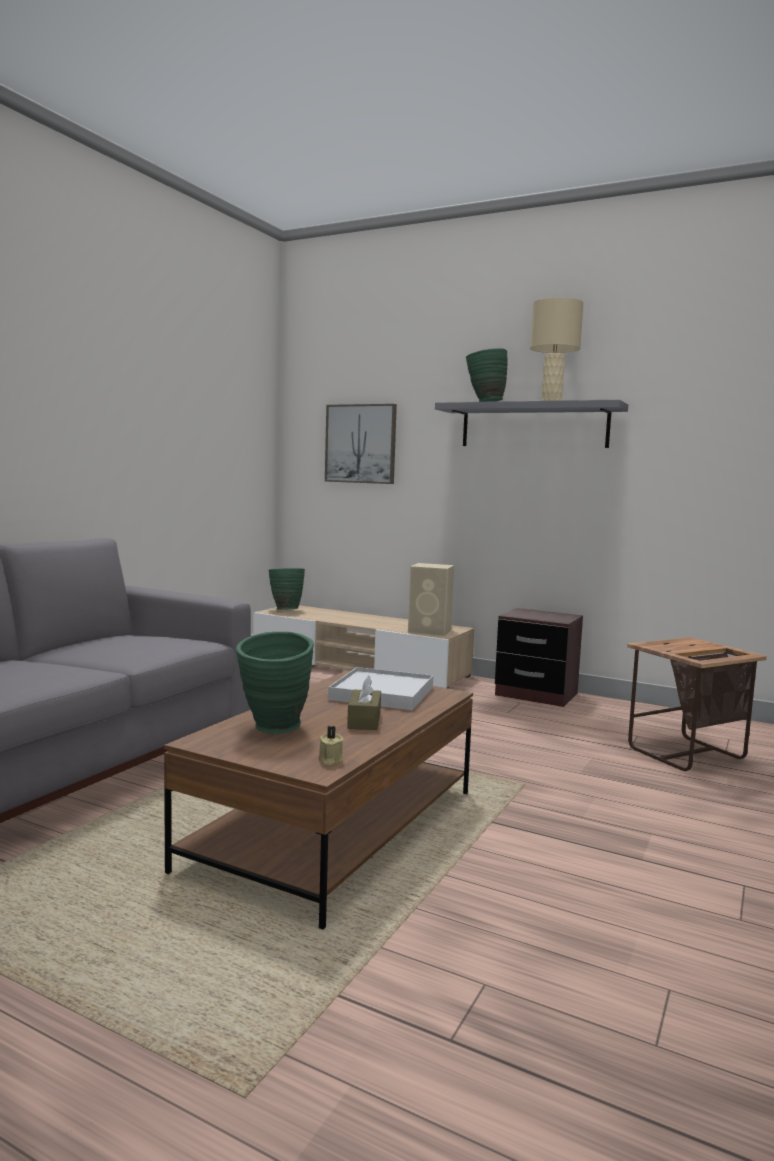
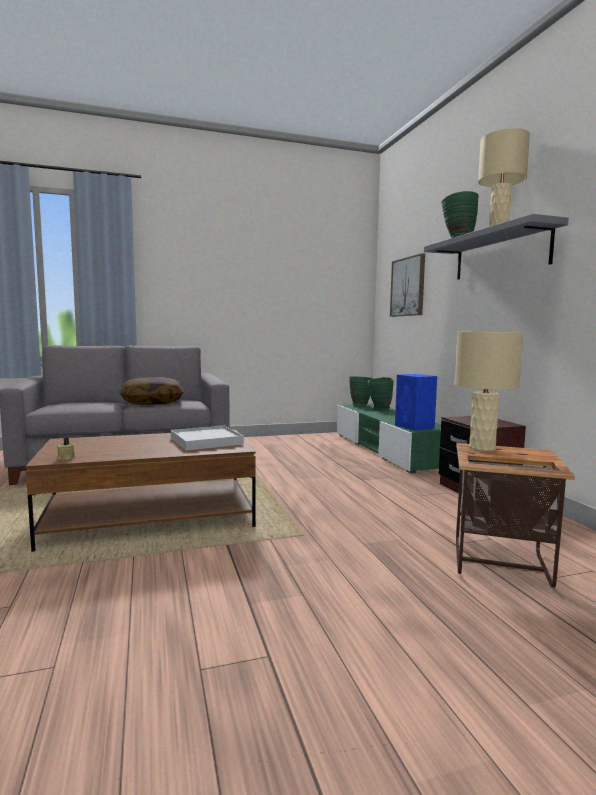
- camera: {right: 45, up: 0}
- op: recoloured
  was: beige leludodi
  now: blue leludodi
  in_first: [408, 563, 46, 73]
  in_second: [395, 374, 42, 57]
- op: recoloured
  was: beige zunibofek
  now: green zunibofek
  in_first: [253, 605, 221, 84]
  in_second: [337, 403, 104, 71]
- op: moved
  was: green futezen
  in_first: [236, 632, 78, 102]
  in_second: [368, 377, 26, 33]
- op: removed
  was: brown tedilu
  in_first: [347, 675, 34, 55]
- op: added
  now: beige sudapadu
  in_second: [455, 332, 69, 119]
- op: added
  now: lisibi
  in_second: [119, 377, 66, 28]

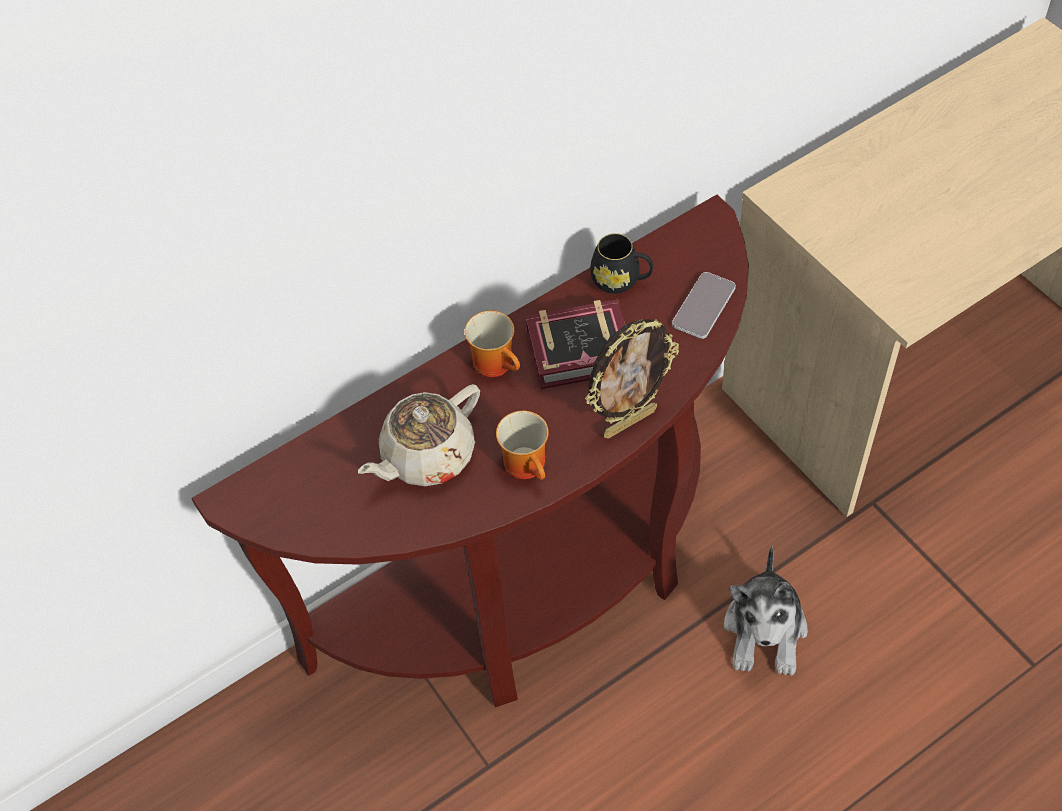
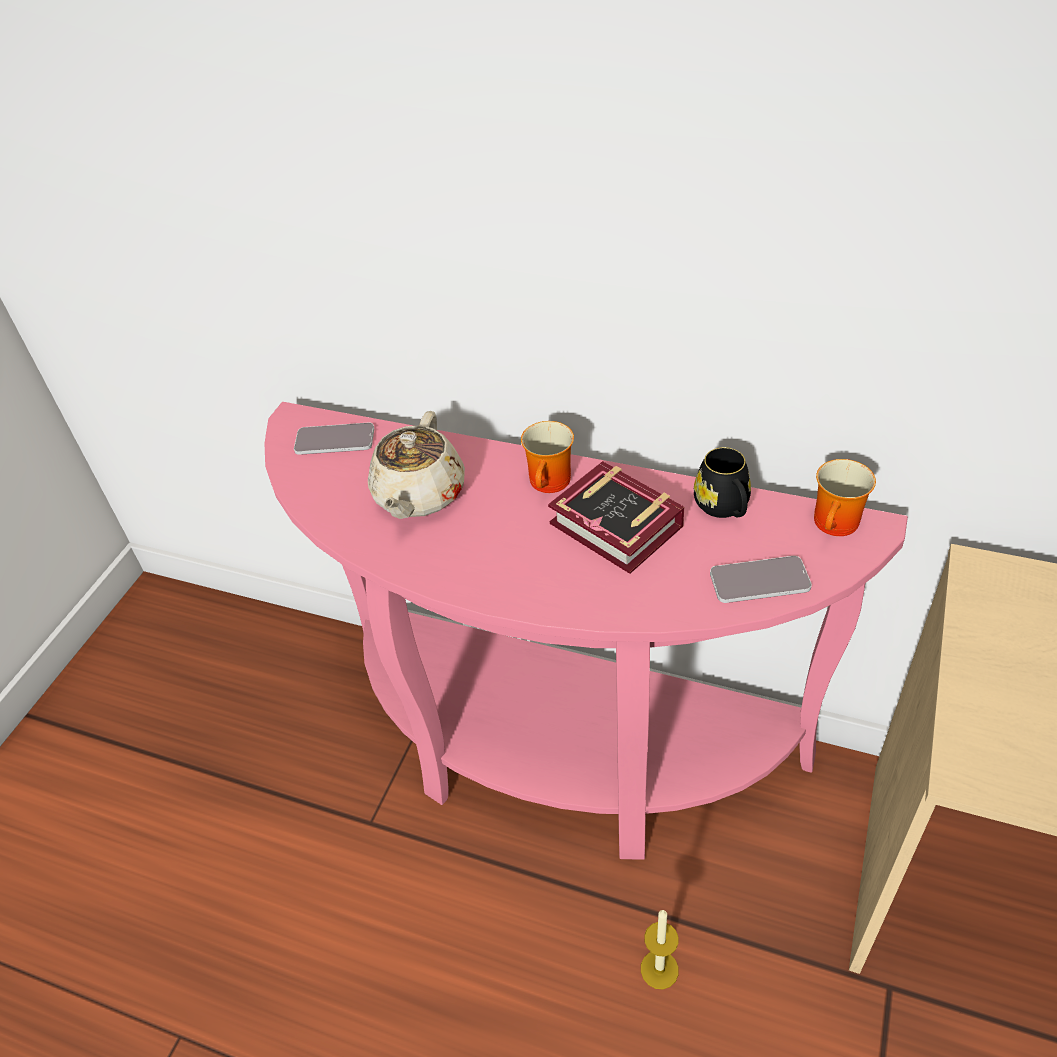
- camera: {right: 55, up: -10}
- op: recoloured
  was: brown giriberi
  now: pink giriberi
  in_first: [192, 195, 557, 512]
  in_second: [265, 402, 643, 458]
- op: removed
  was: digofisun
  in_first: [585, 319, 94, 120]
- op: turned
  was: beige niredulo
  in_first: [358, 384, 122, 102]
  in_second: [368, 411, 97, 108]
  clockwise: -90
- op: moved
  was: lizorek
  in_first: [496, 411, 53, 69]
  in_second: [814, 459, 62, 77]
- op: replaced
  was: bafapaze
  now: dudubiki
  in_first: [724, 546, 84, 130]
  in_second: [641, 910, 38, 79]
- op: added
  now: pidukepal
  in_second: [294, 423, 80, 32]

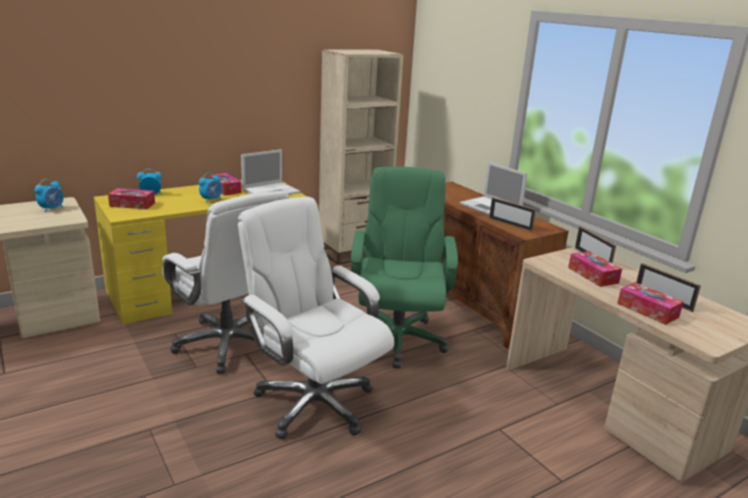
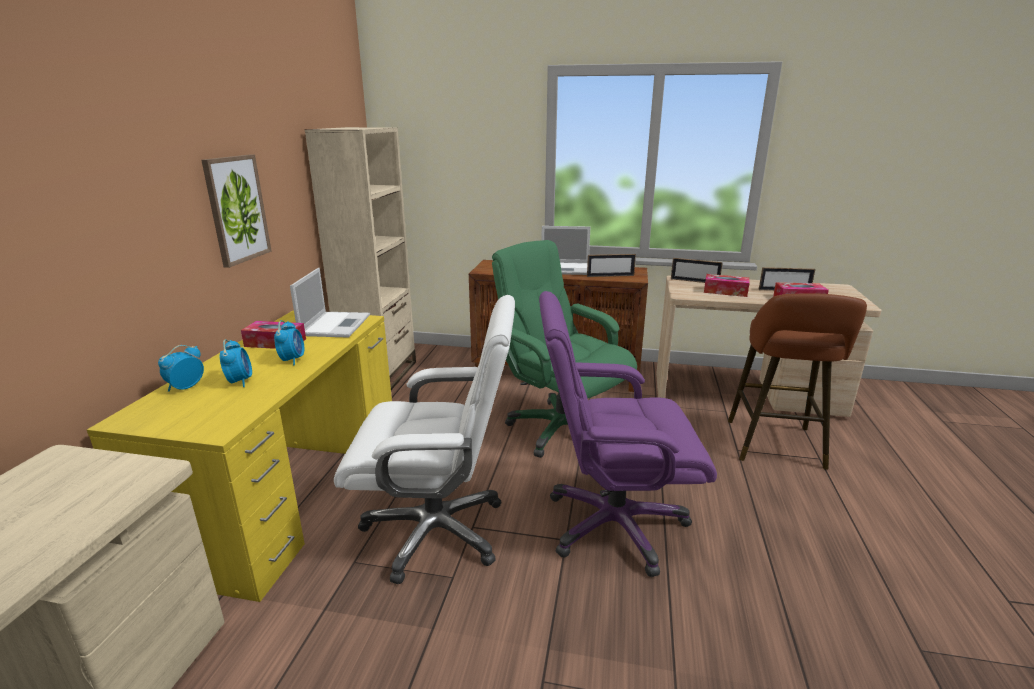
- camera: {right: -45, up: 0}
- op: moved
  was: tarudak
  in_first: [35, 179, 29, 34]
  in_second: [220, 339, 32, 48]
- op: removed
  was: tedilu
  in_first: [108, 188, 47, 21]
- op: recoloured
  was: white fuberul
  now: purple fuberul
  in_first: [238, 196, 156, 243]
  in_second: [539, 291, 178, 286]
- op: added
  now: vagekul
  in_second: [201, 154, 70, 114]
- op: added
  now: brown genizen
  in_second: [728, 293, 139, 177]

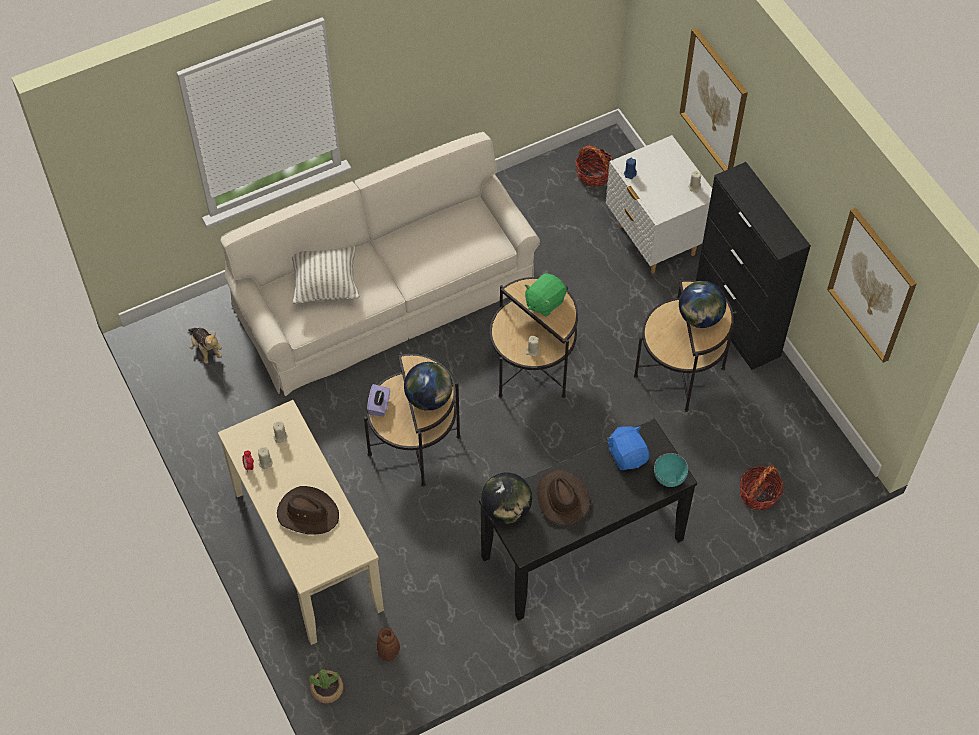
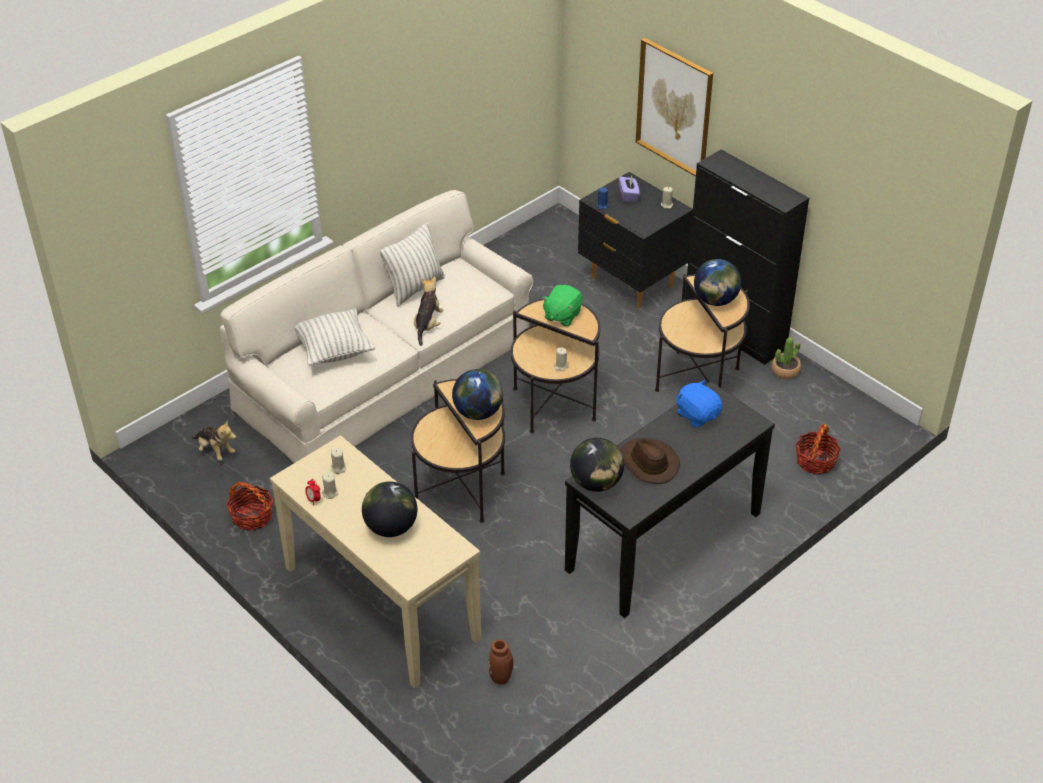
- camera: {right: -15, up: -15}
- op: recoloured
  was: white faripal
  now: black faripal
  in_first: [606, 135, 106, 139]
  in_second: [578, 172, 115, 136]
- op: moved
  was: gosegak
  in_first: [575, 145, 38, 42]
  in_second: [226, 481, 47, 50]
- op: removed
  was: vagekul
  in_first: [827, 208, 90, 155]
- op: moved
  was: purple tedilu
  in_first: [367, 384, 23, 32]
  in_second: [619, 176, 21, 26]
- op: removed
  was: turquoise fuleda
  in_first: [654, 453, 35, 34]
- op: replaced
  was: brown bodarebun
  now: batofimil
  in_first: [277, 486, 62, 48]
  in_second: [362, 481, 55, 56]
- op: moved
  was: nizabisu
  in_first: [309, 669, 34, 34]
  in_second: [771, 338, 30, 41]
- op: added
  now: lisibi
  in_second: [380, 223, 65, 84]
- op: added
  now: bafapaze
  in_second: [414, 276, 29, 70]

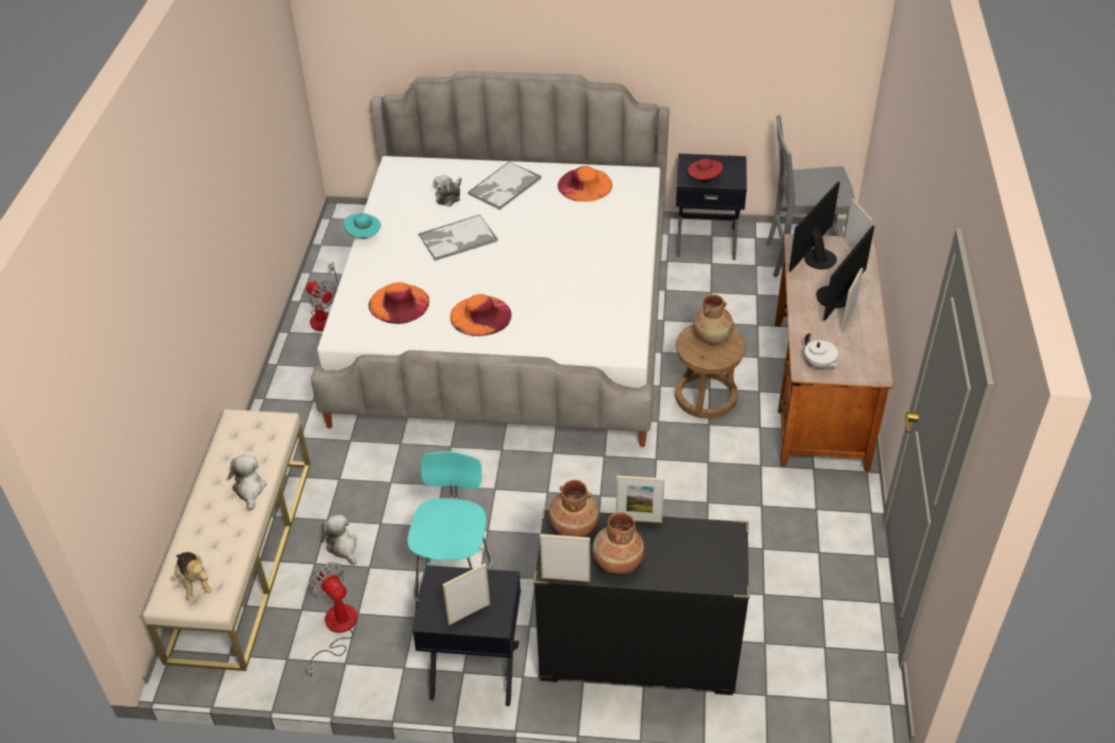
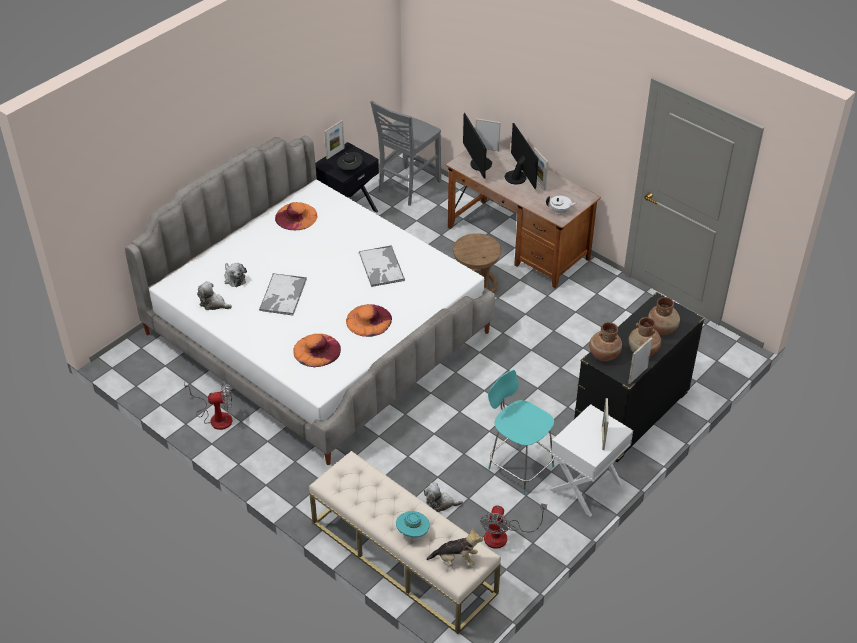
- camera: {right: -55, up: 0}
- op: recoloured
  was: red bodarebun
  now: black bodarebun
  in_first: [688, 155, 35, 28]
  in_second: [337, 152, 26, 19]
- op: moved
  was: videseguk
  in_first: [468, 162, 73, 48]
  in_second: [359, 245, 46, 42]
- op: moved
  was: turquoise bodarebun
  in_first: [344, 213, 37, 25]
  in_second: [396, 511, 34, 26]
- op: moved
  was: brown futezen
  in_first: [693, 294, 41, 50]
  in_second: [648, 297, 32, 38]
- op: moved
  was: bafapaze
  in_first: [227, 455, 40, 55]
  in_second: [197, 281, 35, 29]
- op: moved
  was: digofisun
  in_first: [616, 476, 49, 47]
  in_second: [324, 120, 21, 39]
- op: turned
  was: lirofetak
  in_first: [307, 562, 51, 114]
  in_second: [480, 503, 67, 46]
  clockwise: -75
- op: recoloured
  was: black faripal
  now: white faripal
  in_first: [412, 565, 109, 141]
  in_second: [549, 404, 84, 113]

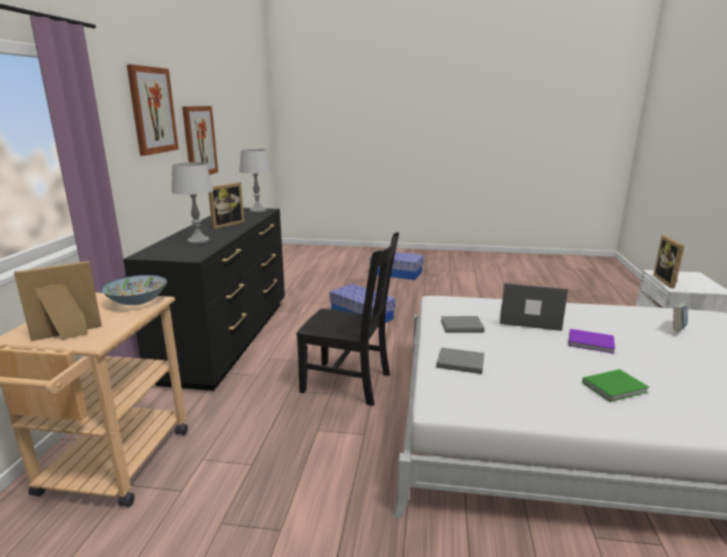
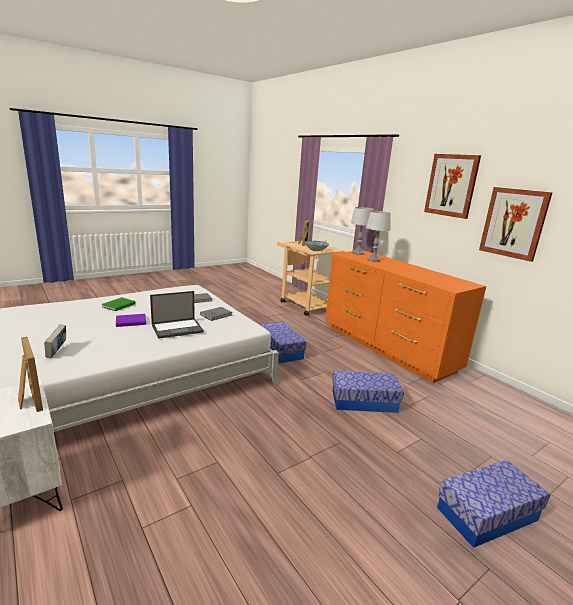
- camera: {right: 135, up: 0}
- op: moved
  was: grey sudapadu
  in_first: [239, 149, 32, 64]
  in_second: [351, 207, 23, 48]
- op: removed
  was: digofisun
  in_first: [209, 183, 35, 46]
- op: recoloured
  was: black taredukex
  now: orange taredukex
  in_first: [123, 208, 162, 183]
  in_second: [325, 250, 161, 133]
- op: replaced
  was: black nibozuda
  now: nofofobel
  in_first: [296, 232, 103, 174]
  in_second: [260, 321, 46, 42]

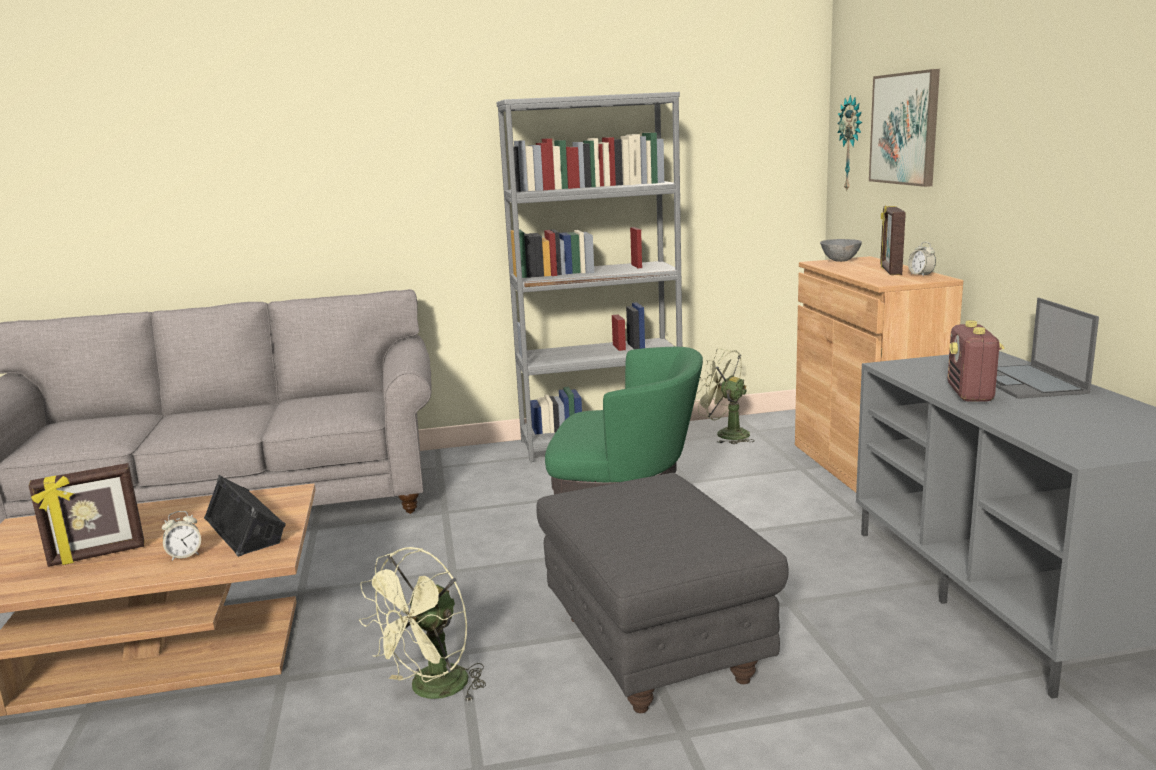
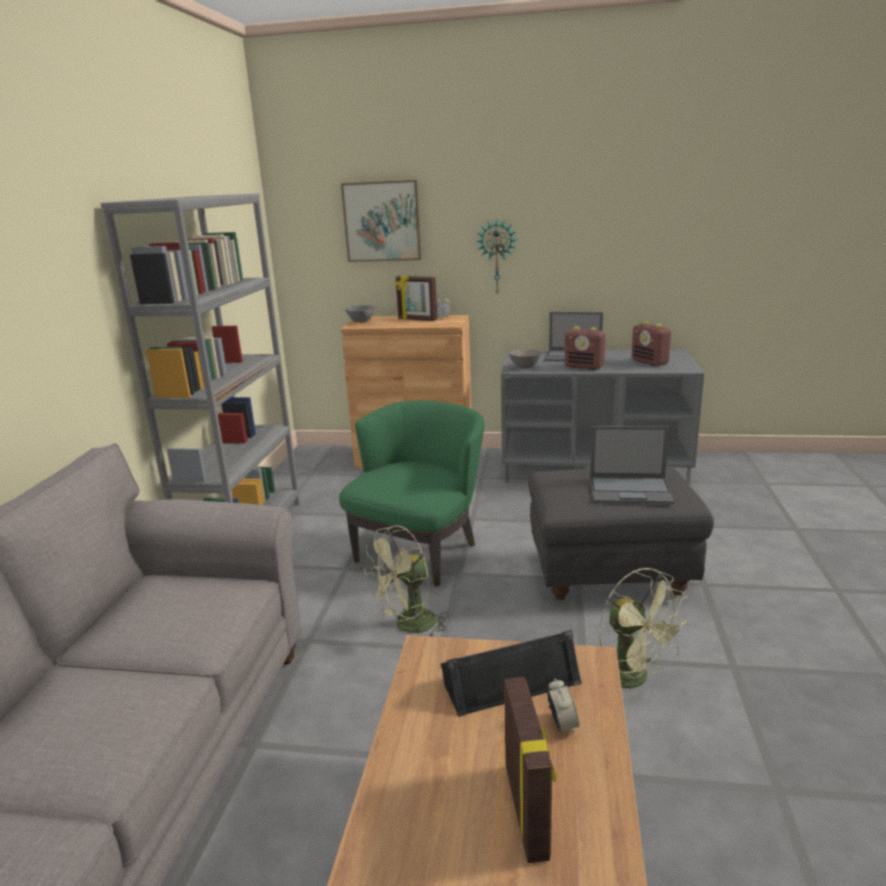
- camera: {right: -70, up: 5}
- op: moved
  was: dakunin
  in_first: [837, 95, 25, 97]
  in_second: [476, 218, 40, 78]
- op: moved
  was: green lirofetak
  in_first: [695, 348, 60, 96]
  in_second: [364, 525, 85, 112]
- op: added
  now: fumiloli
  in_second: [632, 321, 40, 45]
- op: added
  now: grey fuleda
  in_second: [509, 349, 33, 20]
- op: added
  now: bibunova
  in_second: [590, 426, 84, 78]

